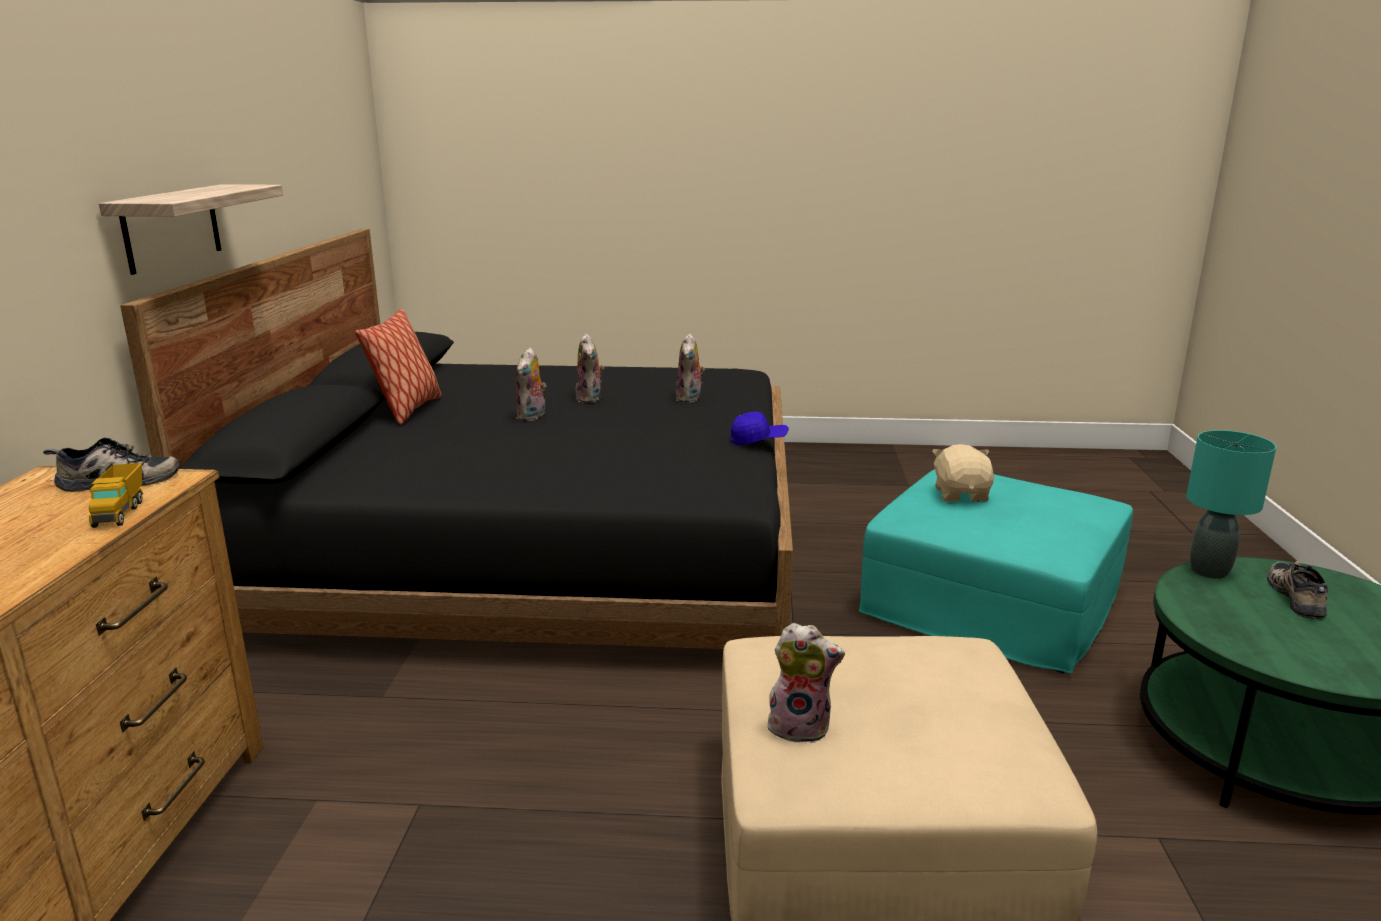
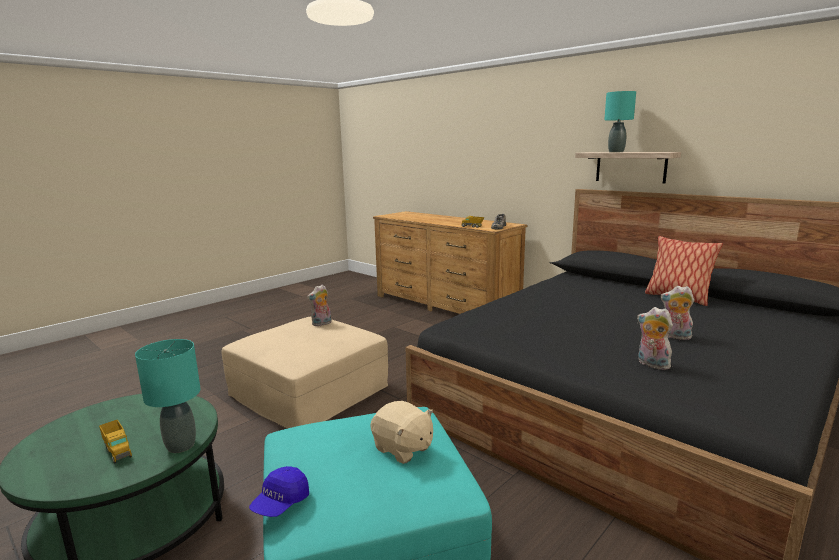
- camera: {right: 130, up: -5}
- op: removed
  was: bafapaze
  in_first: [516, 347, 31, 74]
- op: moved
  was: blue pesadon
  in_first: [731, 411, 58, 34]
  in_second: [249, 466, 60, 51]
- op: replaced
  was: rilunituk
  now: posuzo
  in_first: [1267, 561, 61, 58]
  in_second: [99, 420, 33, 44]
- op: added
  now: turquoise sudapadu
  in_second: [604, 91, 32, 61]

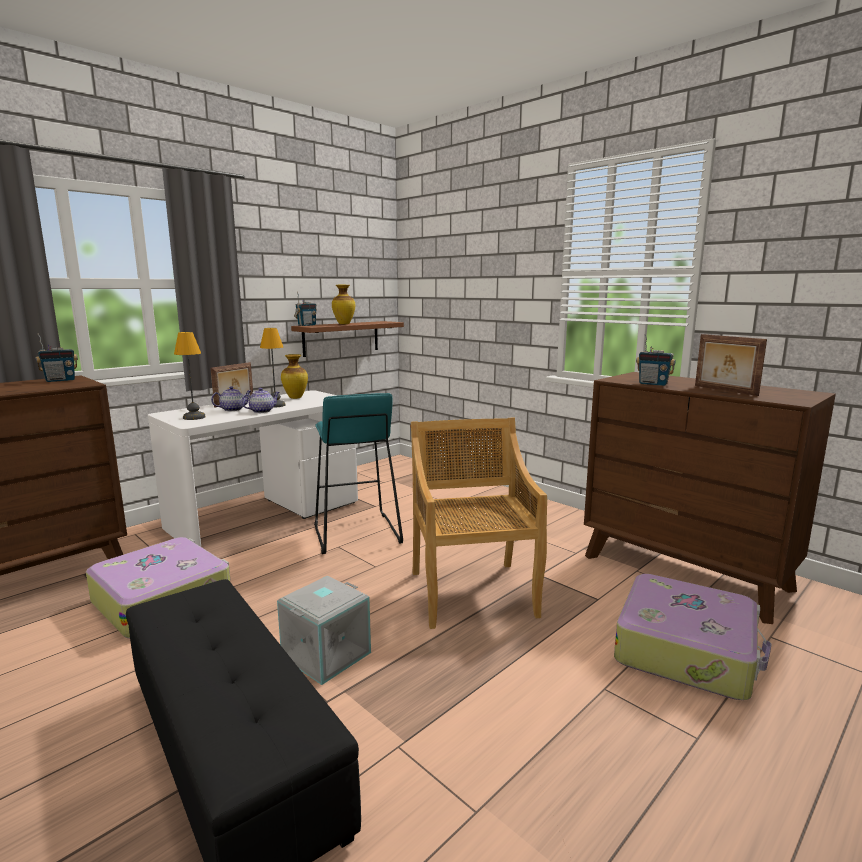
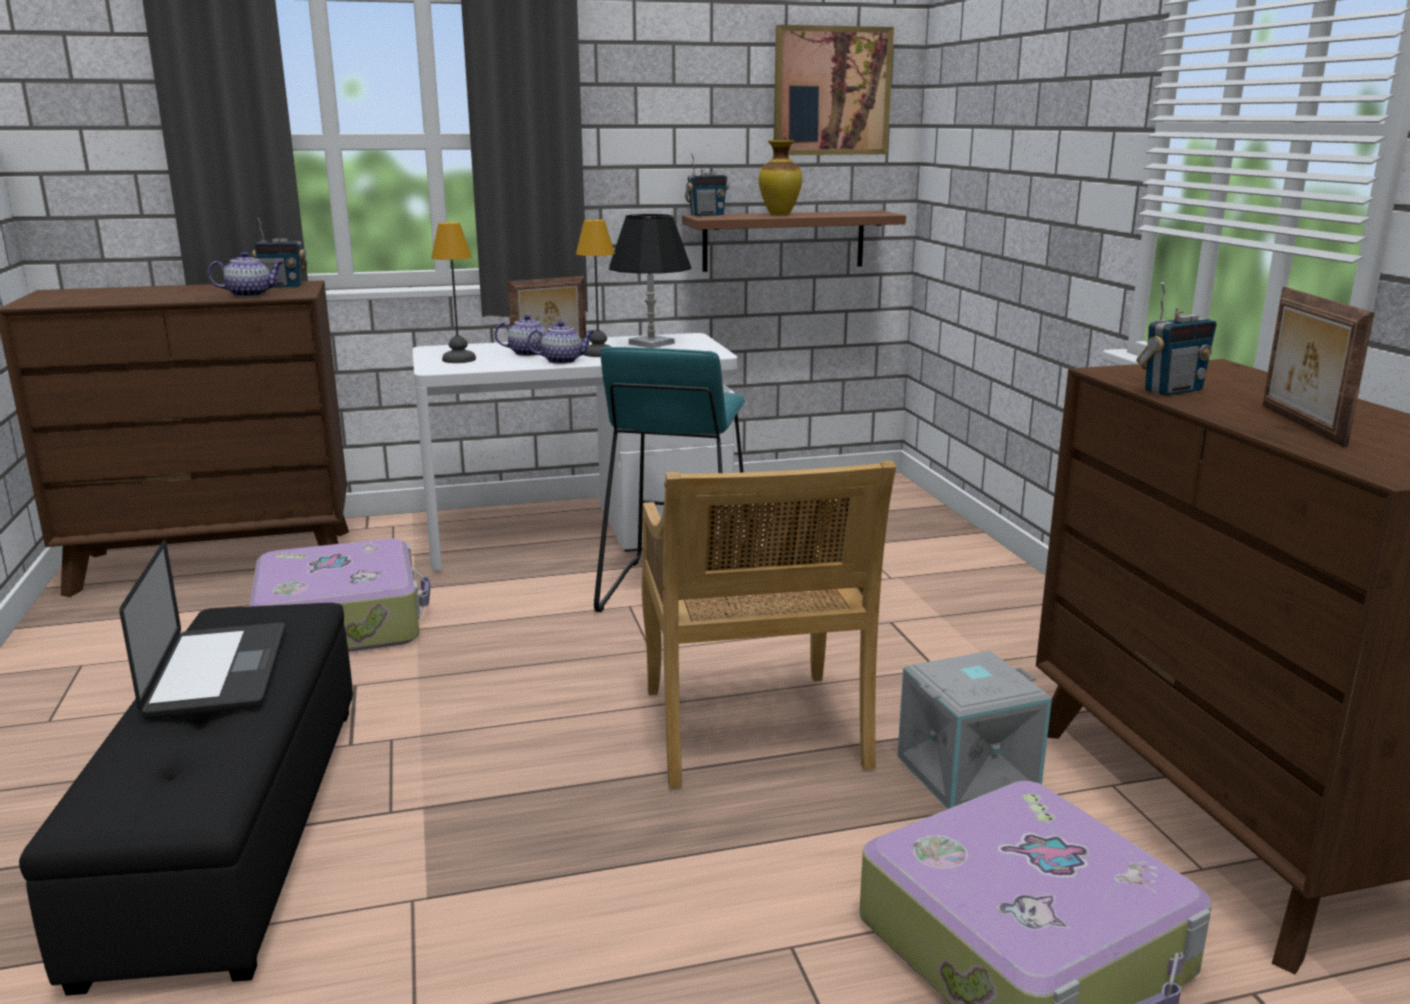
- camera: {right: 30, up: 5}
- op: turned
  was: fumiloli
  in_first: [636, 334, 39, 52]
  in_second: [1136, 282, 81, 114]
  clockwise: -90
- op: replaced
  was: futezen
  now: black sudapadu
  in_first: [281, 354, 27, 45]
  in_second: [609, 214, 82, 134]
- op: turned
  was: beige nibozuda
  in_first: [410, 418, 137, 211]
  in_second: [642, 461, 254, 328]
  clockwise: 150
- op: moved
  was: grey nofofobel
  in_first: [277, 576, 94, 109]
  in_second: [897, 651, 155, 158]
- op: added
  now: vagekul
  in_second: [773, 25, 121, 130]
- op: added
  now: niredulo
  in_second: [208, 252, 75, 45]
- op: added
  now: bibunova
  in_second: [119, 540, 166, 179]

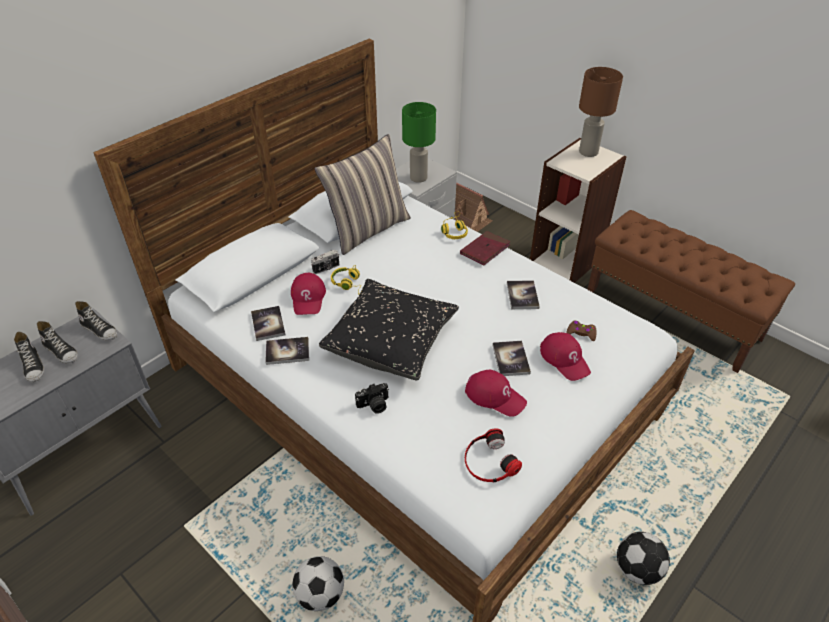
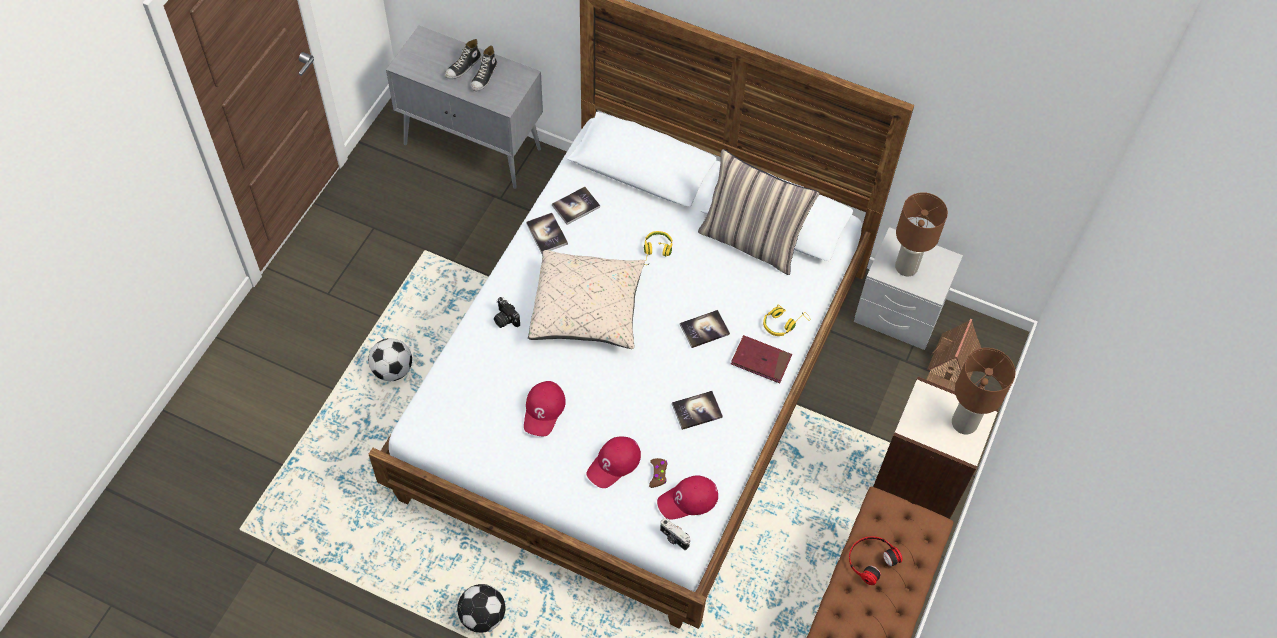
- camera: {right: 70, up: 15}
- op: recoloured
  was: green sudapadu
  now: brown sudapadu
  in_first: [402, 102, 34, 81]
  in_second: [895, 192, 53, 84]
- op: moved
  was: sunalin
  in_first: [311, 250, 28, 24]
  in_second: [660, 518, 30, 32]
- op: moved
  was: red pesadon
  in_first: [291, 273, 35, 42]
  in_second: [657, 475, 61, 45]
- op: recoloured
  was: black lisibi
  now: beige lisibi
  in_first: [319, 279, 140, 101]
  in_second: [528, 250, 117, 99]
- op: removed
  was: rilunituk
  in_first: [75, 301, 42, 39]
- op: moved
  was: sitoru
  in_first: [492, 341, 39, 35]
  in_second: [680, 310, 50, 38]
- op: moved
  was: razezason
  in_first: [465, 428, 57, 54]
  in_second: [849, 537, 53, 48]

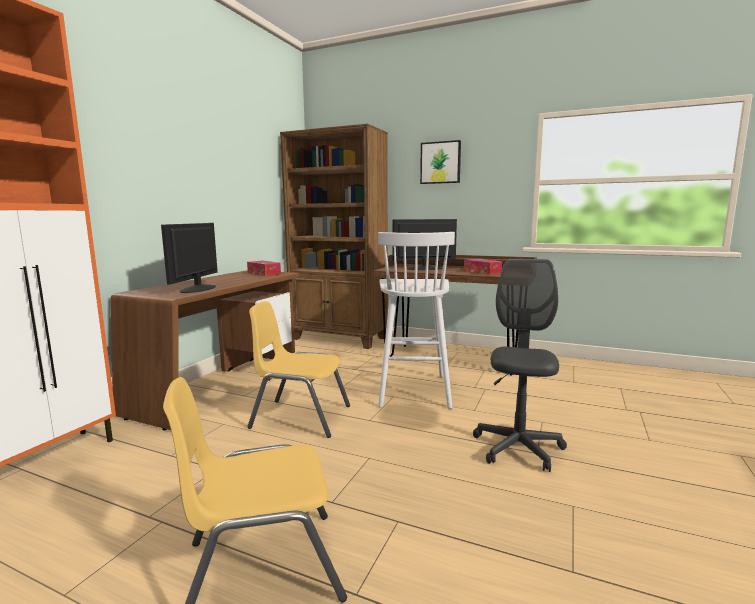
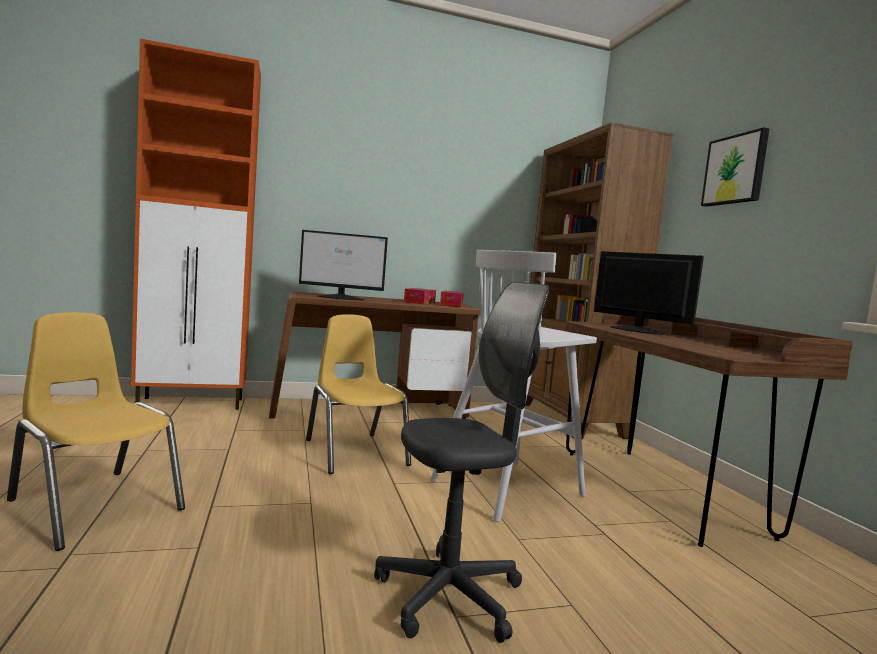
- camera: {right: 50, up: -5}
- op: turned
  was: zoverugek
  in_first: [161, 223, 57, 70]
  in_second: [299, 230, 89, 70]
  clockwise: -150
- op: moved
  was: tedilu
  in_first: [464, 259, 38, 16]
  in_second: [404, 288, 32, 16]

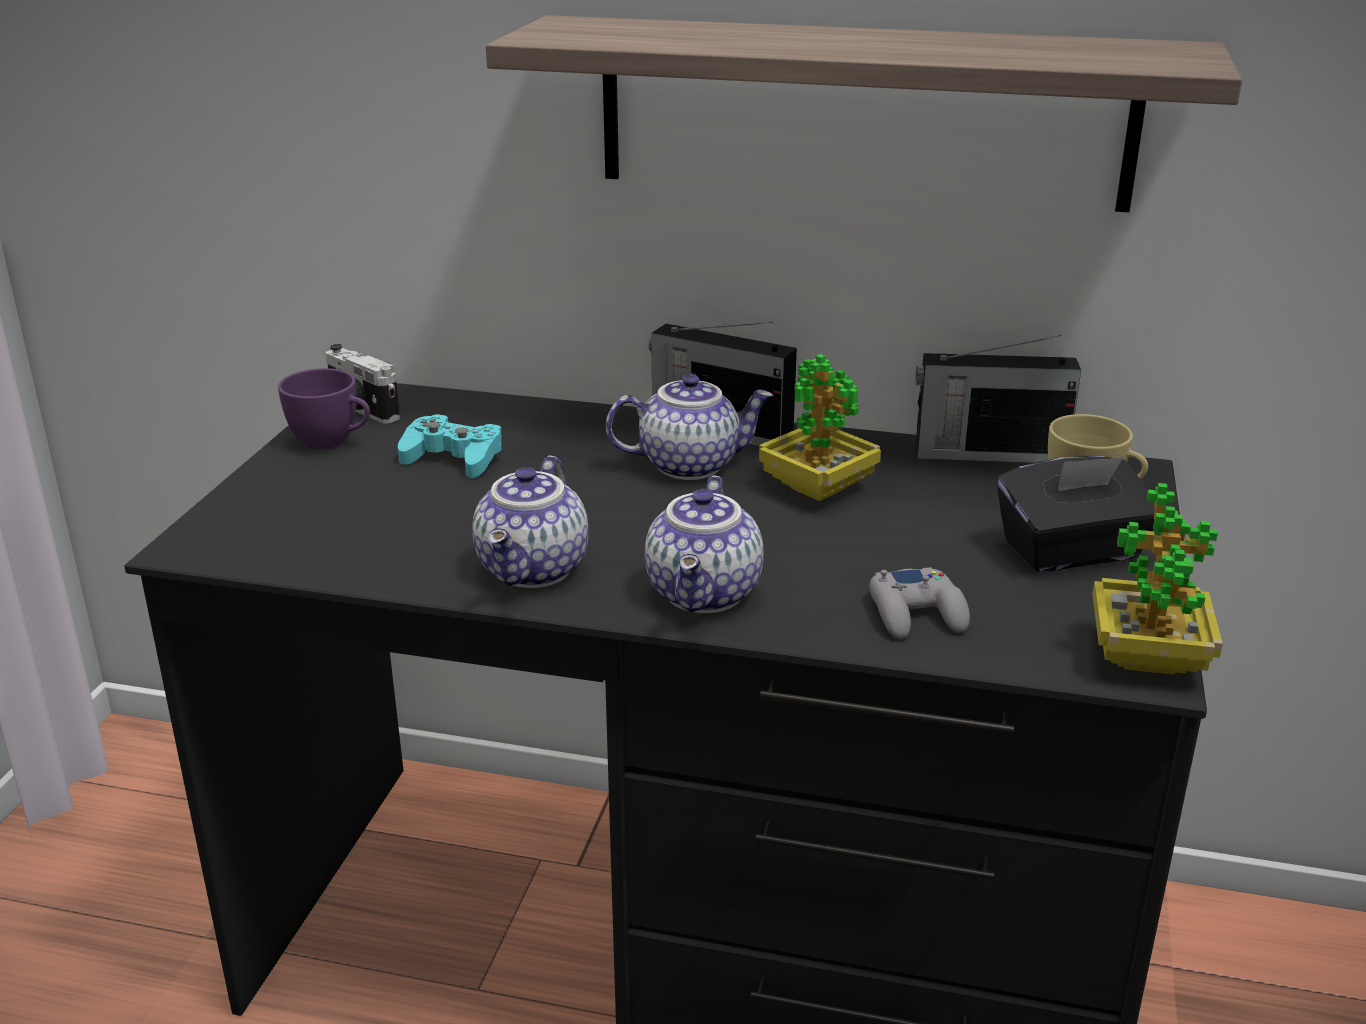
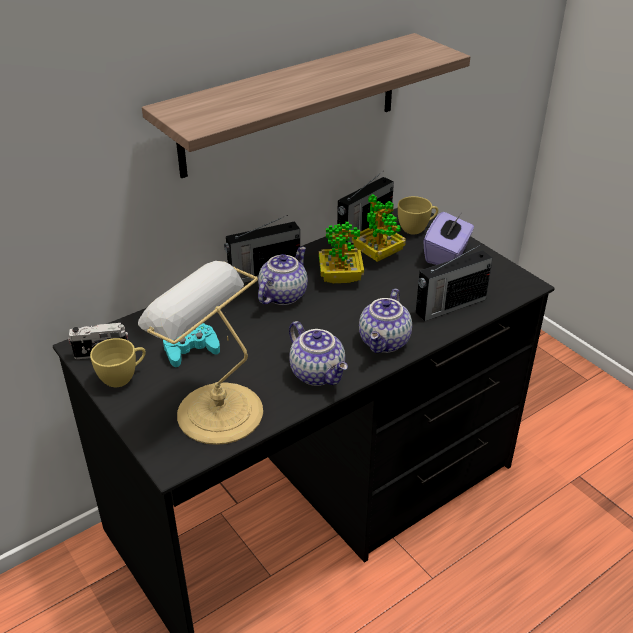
- camera: {right: -50, up: 10}
- op: recoloured
  was: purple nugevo
  now: yellow nugevo
  in_first: [278, 368, 92, 81]
  in_second: [90, 338, 56, 49]
- op: recoloured
  was: black tedilu
  now: purple tedilu
  in_first: [997, 456, 158, 115]
  in_second: [423, 212, 51, 53]
- op: turned
  was: niredulo
  in_first: [645, 475, 119, 138]
  in_second: [359, 288, 53, 65]
  clockwise: 60
- op: moved
  was: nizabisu
  in_first: [1092, 483, 131, 192]
  in_second: [352, 194, 54, 68]
- op: replaced
  was: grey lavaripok
  now: fumiloli
  in_first: [870, 567, 100, 72]
  in_second: [416, 244, 77, 77]
- op: added
  now: sudapadu
  in_second: [138, 261, 125, 184]

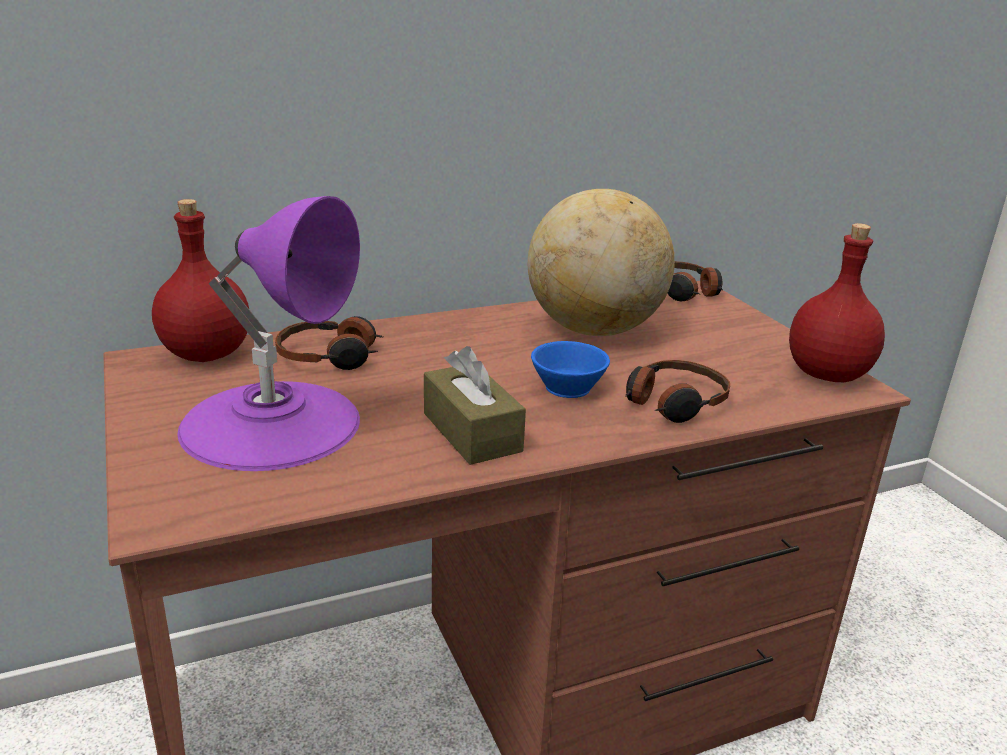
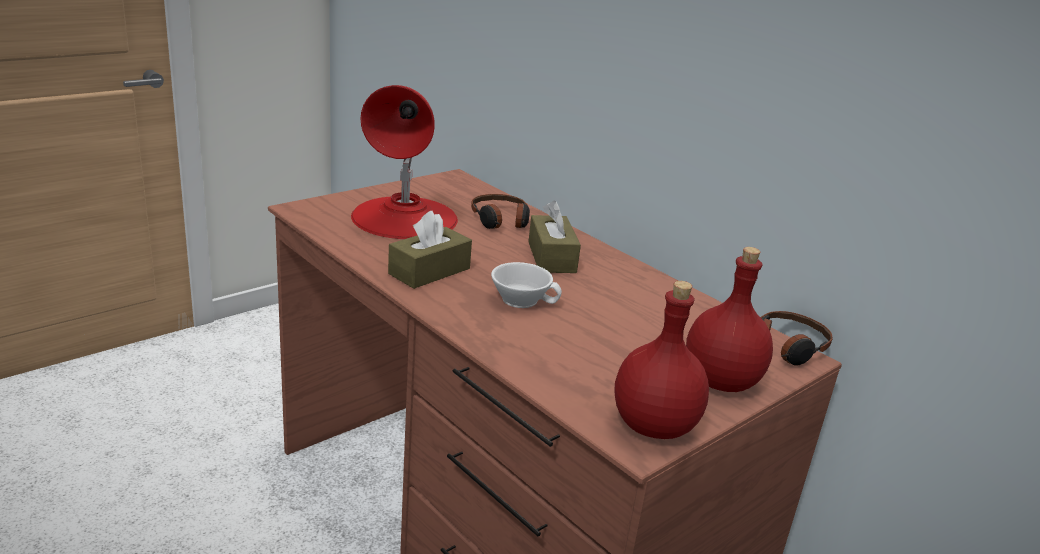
- camera: {right: 70, up: 0}
- op: removed
  was: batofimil
  in_first: [528, 189, 147, 147]
- op: recoloured
  was: purple sudapadu
  now: red sudapadu
  in_first: [177, 196, 183, 275]
  in_second: [351, 85, 107, 154]
- op: moved
  was: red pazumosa
  in_first: [152, 199, 97, 163]
  in_second: [686, 247, 87, 145]
- op: recoloured
  was: blue nugevo
  now: white nugevo
  in_first: [531, 341, 79, 57]
  in_second: [491, 262, 71, 46]
- op: removed
  was: razezason
  in_first: [625, 360, 105, 63]
- op: added
  now: brown tedilu
  in_second: [528, 200, 53, 73]

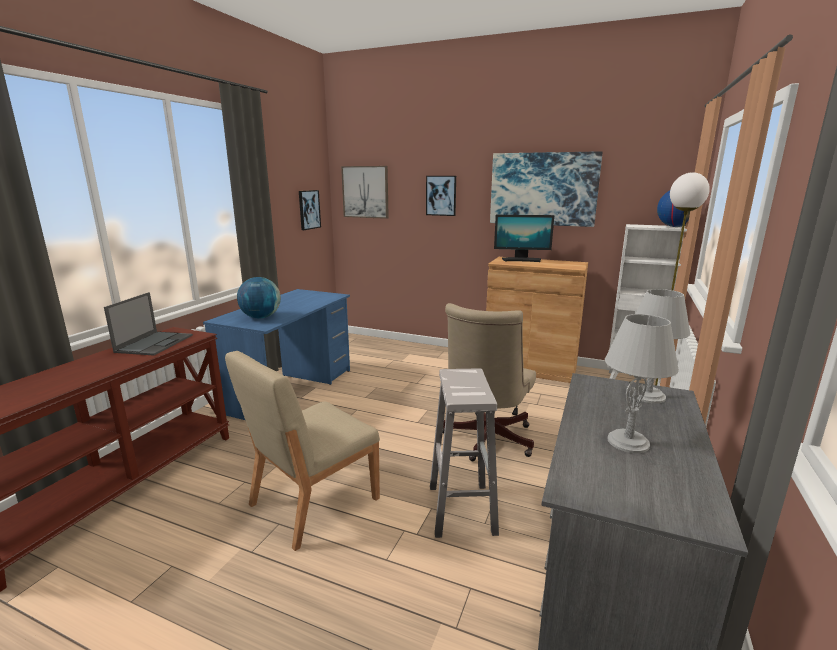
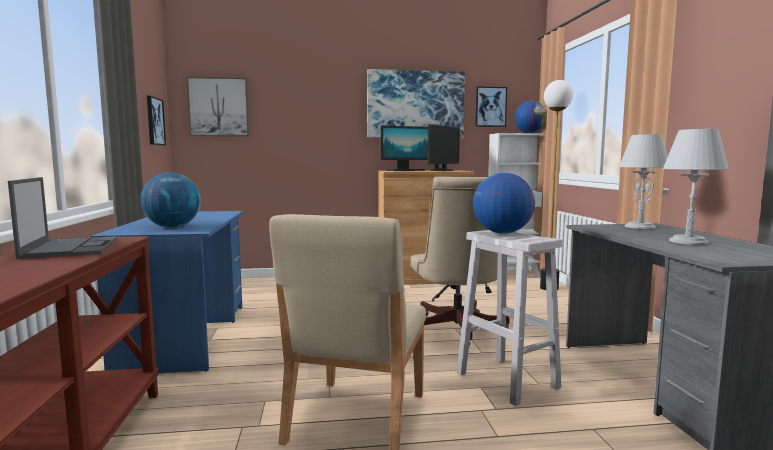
- camera: {right: -30, up: -10}
- op: moved
  was: vagekul
  in_first: [426, 176, 30, 40]
  in_second: [475, 86, 32, 41]
- op: added
  now: zoverugek
  in_second: [427, 124, 33, 47]
- op: added
  now: batofimil
  in_second: [473, 173, 62, 61]

